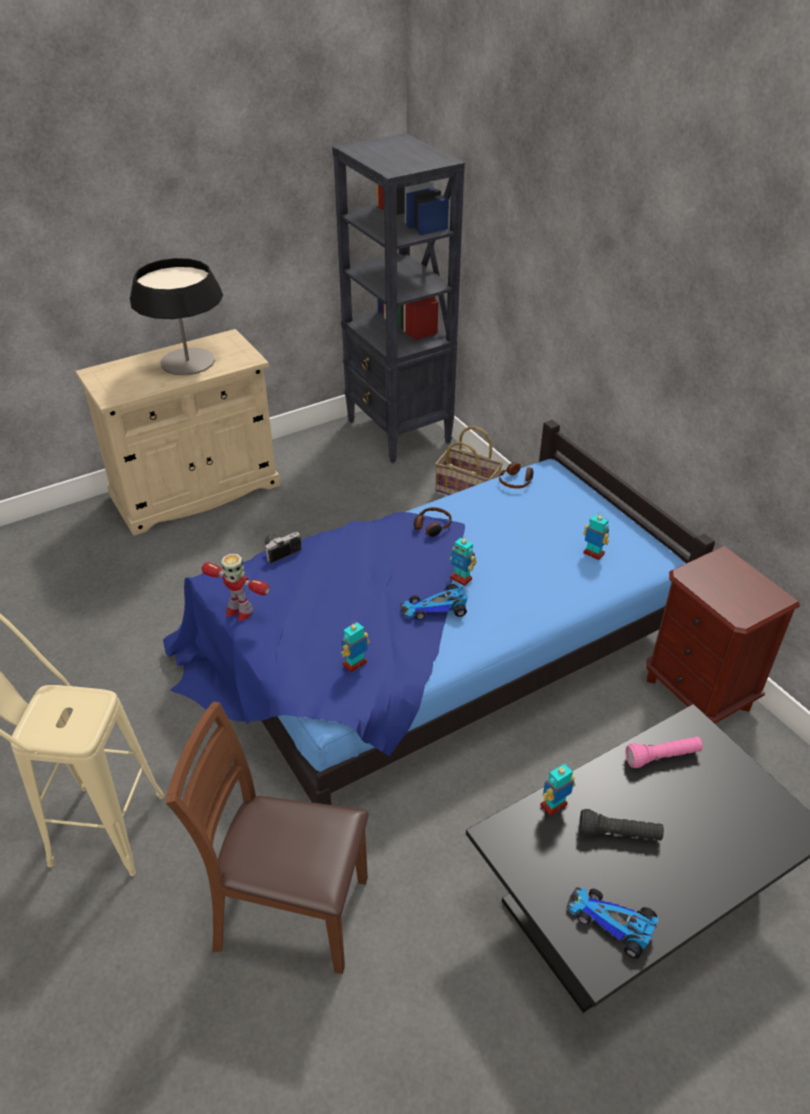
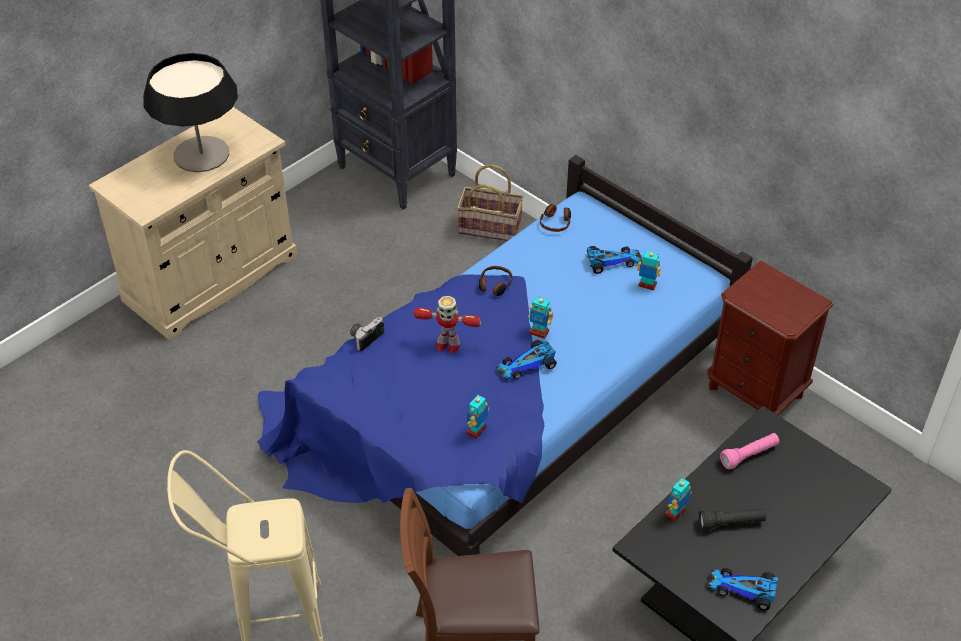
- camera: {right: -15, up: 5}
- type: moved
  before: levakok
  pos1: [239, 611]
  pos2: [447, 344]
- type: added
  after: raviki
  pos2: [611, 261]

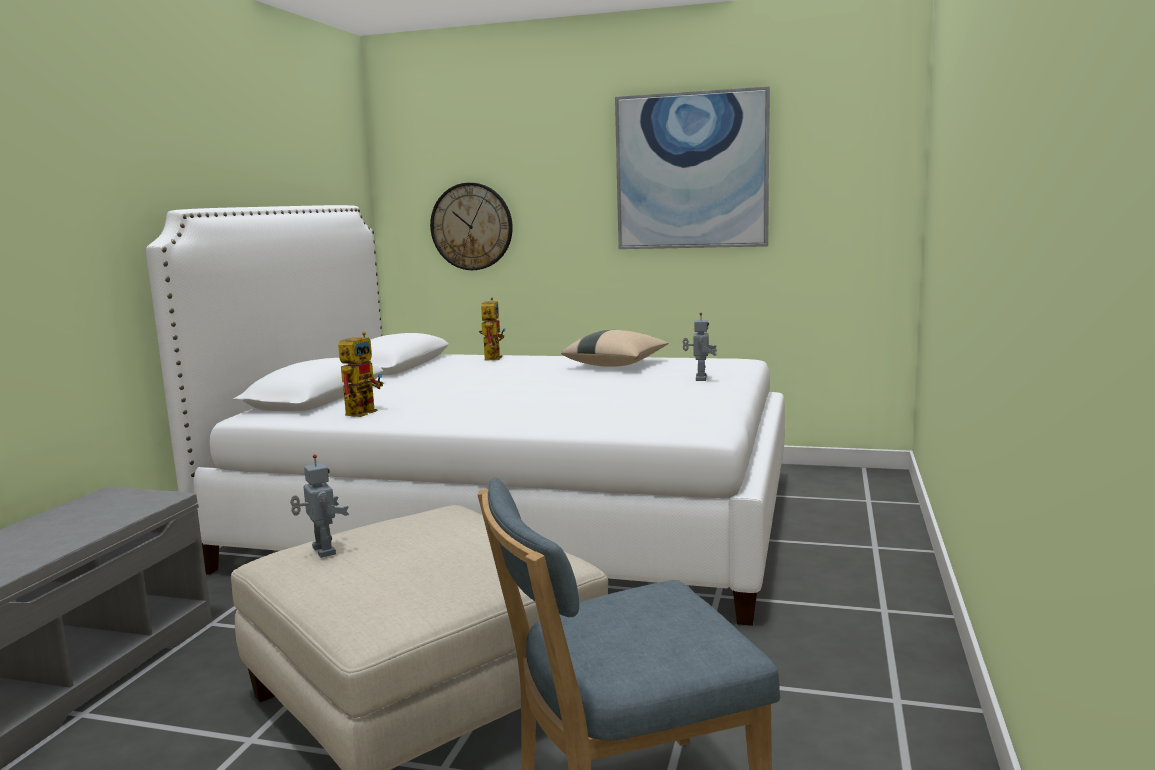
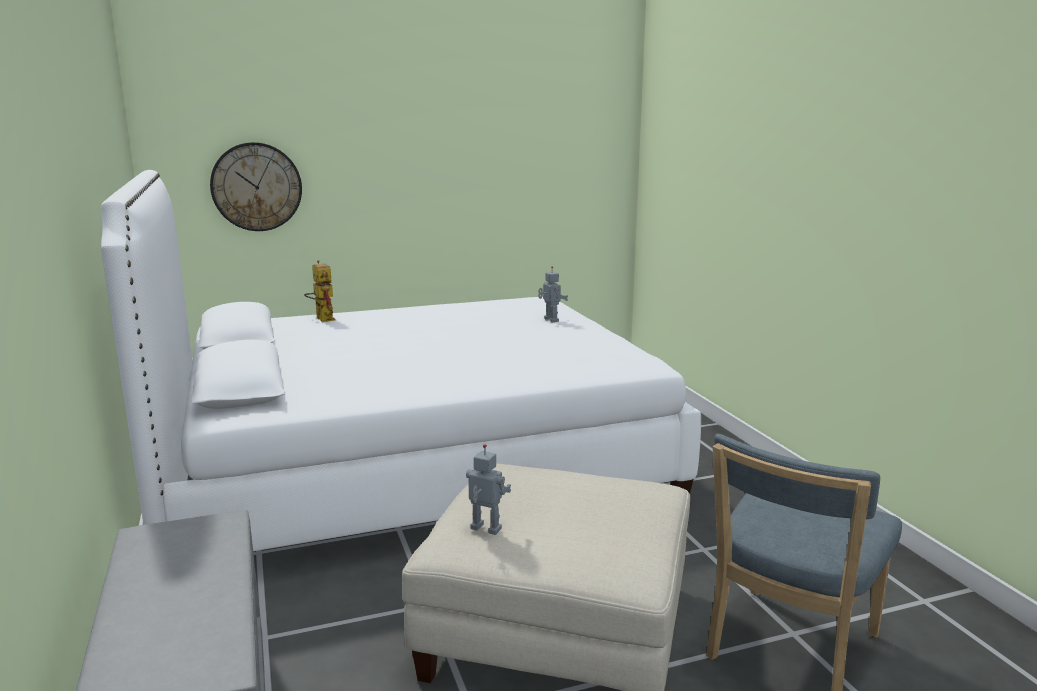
- camera: {right: -35, up: 5}
- type: removed
  before: levakok
  pos1: [363, 411]
- type: removed
  before: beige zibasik
  pos1: [616, 365]
- type: removed
  before: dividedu
  pos1: [691, 171]

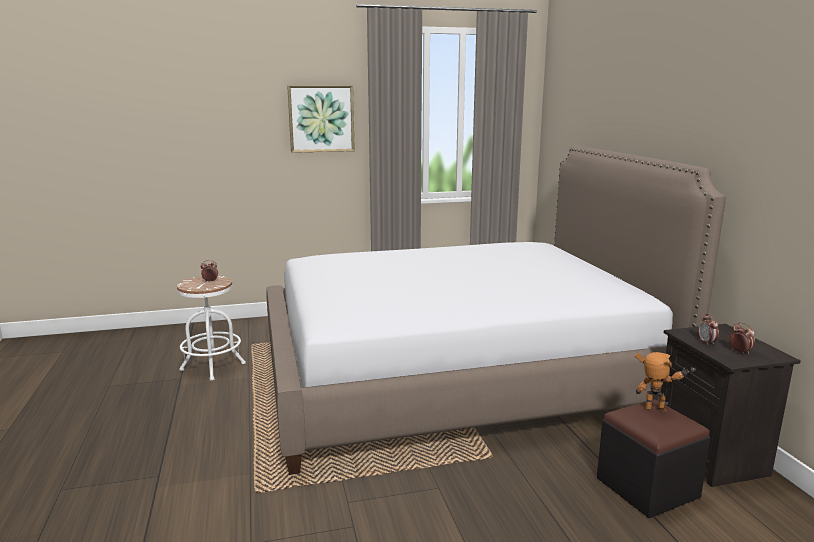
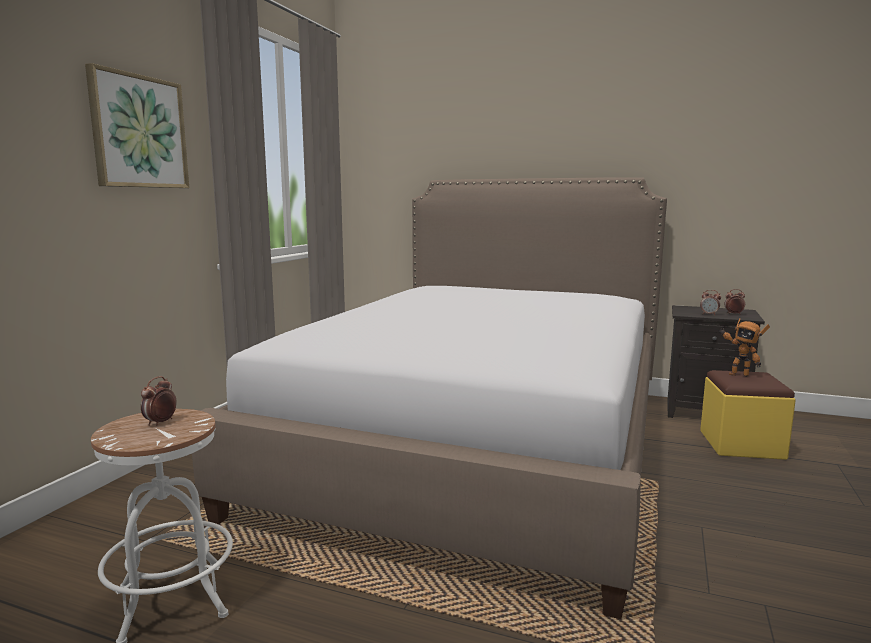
- camera: {right: -55, up: -5}
- type: recoloured
  before: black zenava
  after: yellow zenava
  pos1: [647, 488]
  pos2: [741, 445]
- type: turned
  before: levakok
  pos1: [656, 411]
  pos2: [738, 374]
  turn: -120

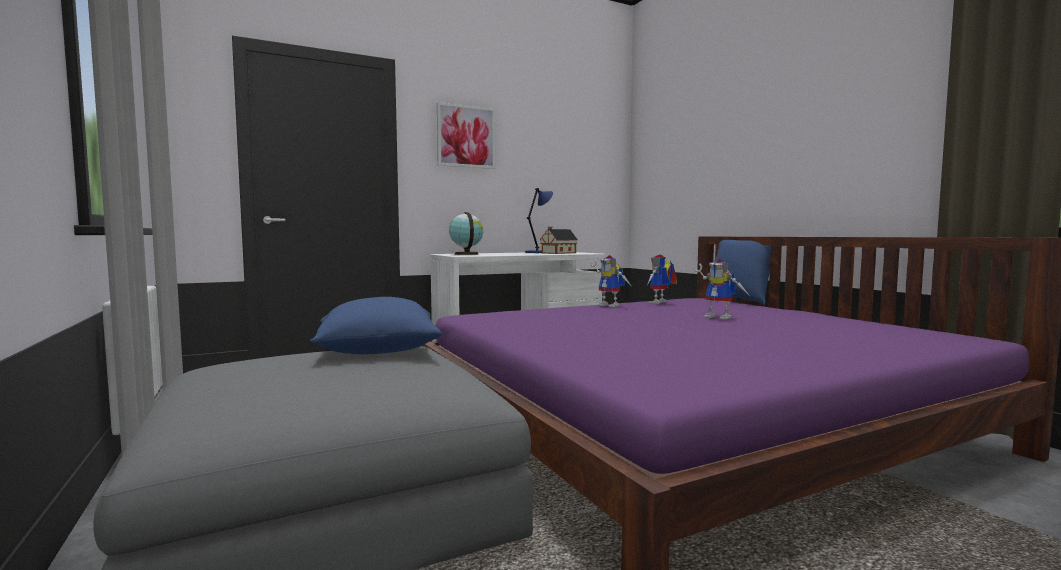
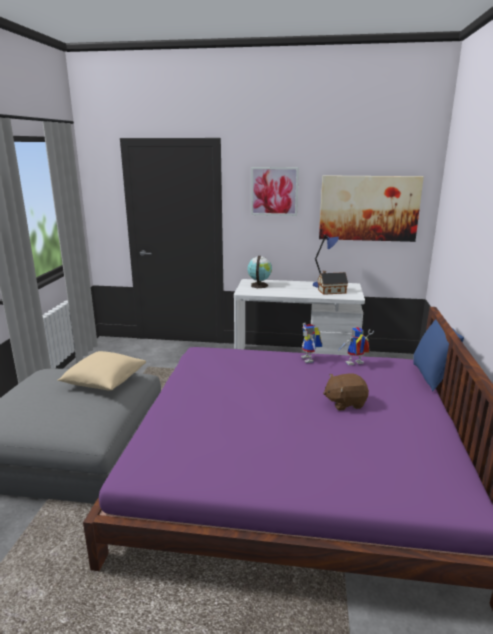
- camera: {right: 35, up: 15}
- type: recoloured
  before: blue zibasik
  after: beige zibasik
  pos1: [377, 351]
  pos2: [104, 382]
- type: added
  after: dividedu
  pos2: [368, 208]
- type: replaced
  before: levakok
  after: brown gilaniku
  pos1: [721, 317]
  pos2: [345, 403]

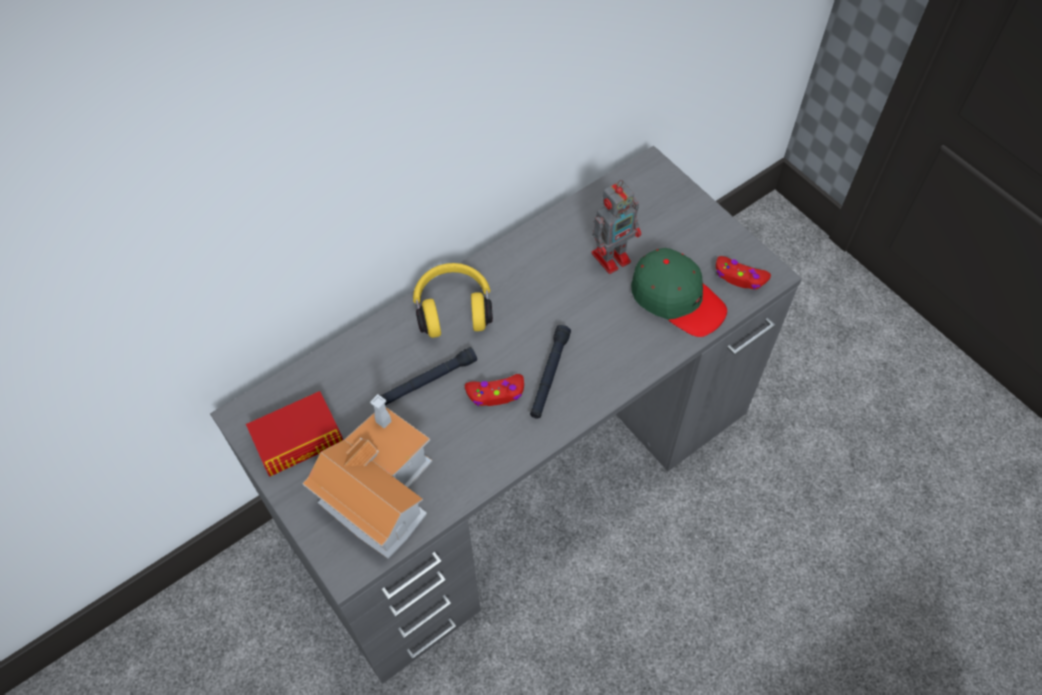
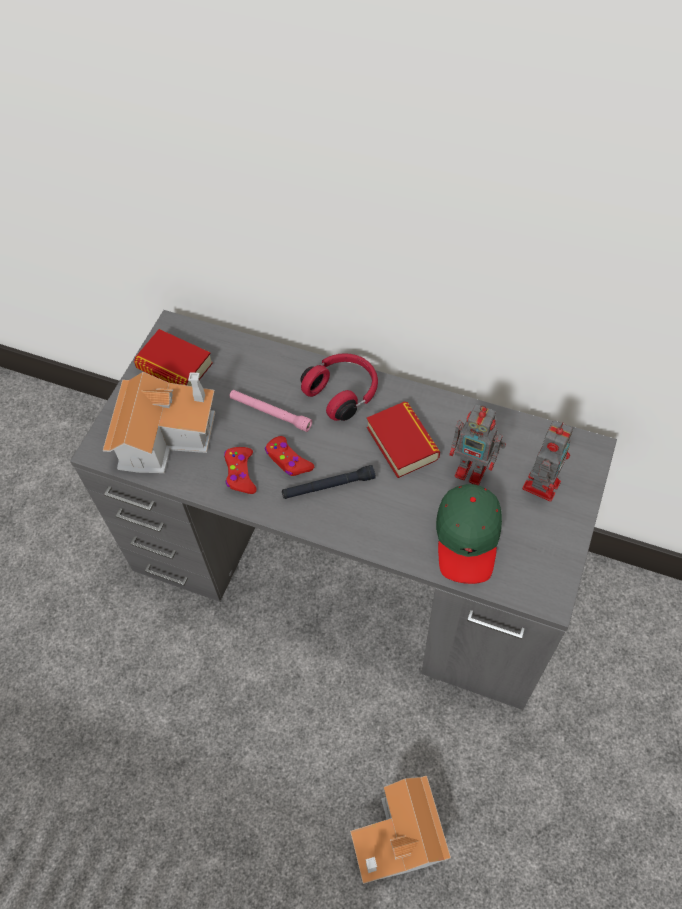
- camera: {right: 60, up: 0}
- type: moved
  before: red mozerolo
  pos1: [740, 277]
  pos2: [240, 473]
- type: recoloured
  before: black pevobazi
  after: pink pevobazi
  pos1: [428, 381]
  pos2: [270, 413]
- type: recoloured
  before: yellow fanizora
  after: red fanizora
  pos1: [453, 308]
  pos2: [343, 392]
- type: added
  after: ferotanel
  pos2: [399, 840]
- type: added
  after: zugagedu
  pos2: [402, 443]
- type: added
  after: levakok
  pos2: [542, 483]

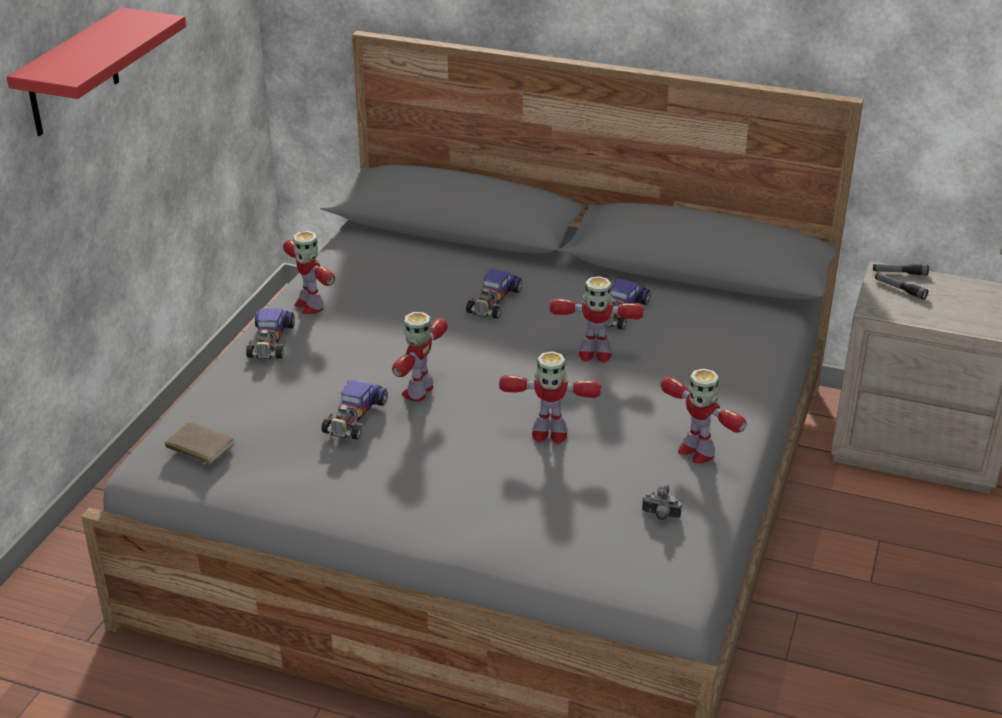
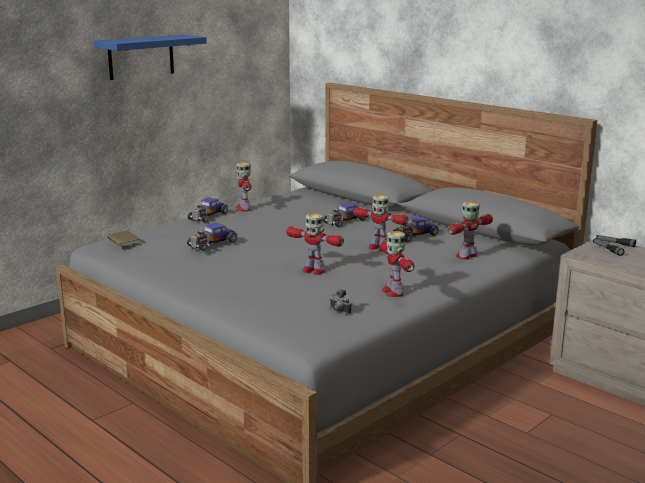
- camera: {right: 25, up: -15}
- type: recoloured
  before: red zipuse
  after: blue zipuse
  pos1: [72, 74]
  pos2: [141, 57]
- type: moved
  before: levakok
  pos1: [419, 391]
  pos2: [467, 256]

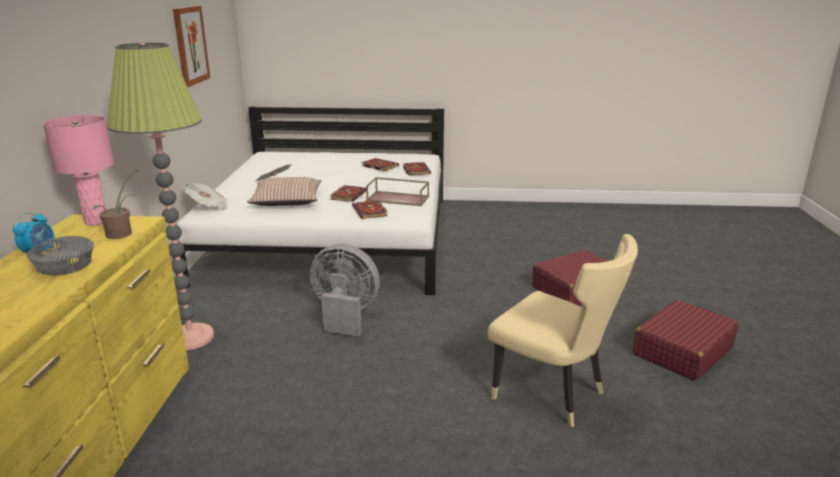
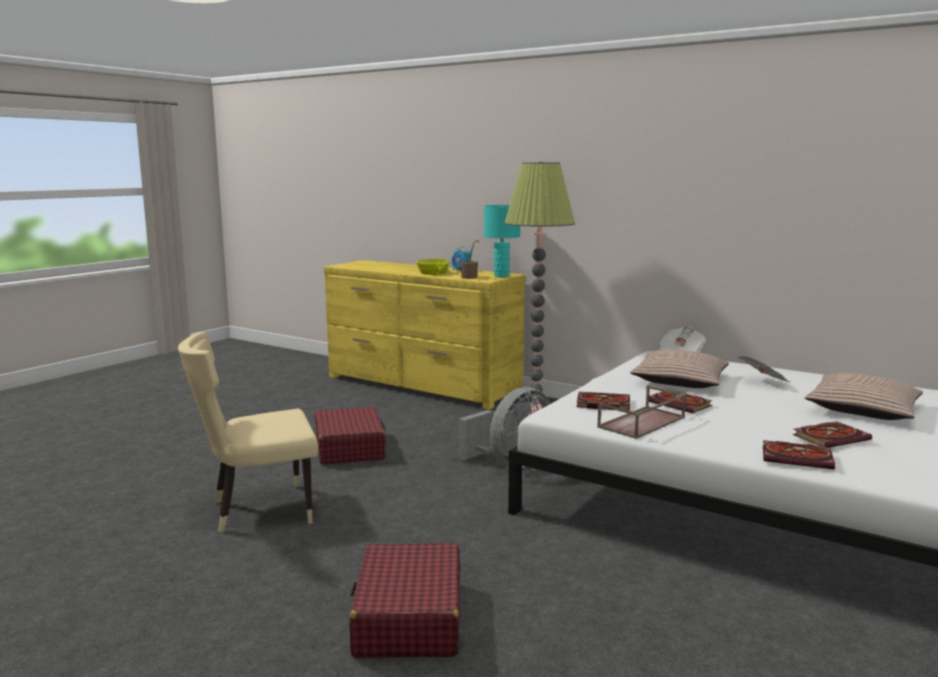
- camera: {right: 120, up: -10}
- type: moved
  before: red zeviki
  pos1: [682, 351]
  pos2: [350, 448]
- type: recoloured
  before: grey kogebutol
  after: yellow kogebutol
  pos1: [64, 266]
  pos2: [433, 272]
- type: recoloured
  before: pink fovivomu
  after: turquoise fovivomu
  pos1: [96, 221]
  pos2: [501, 276]
- type: added
  after: zibasik
  pos2: [863, 409]
- type: removed
  before: dividedu
  pos1: [190, 45]

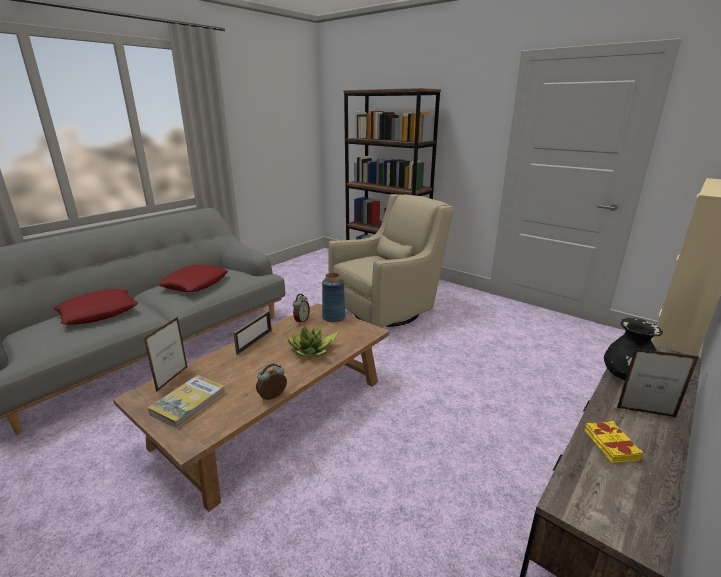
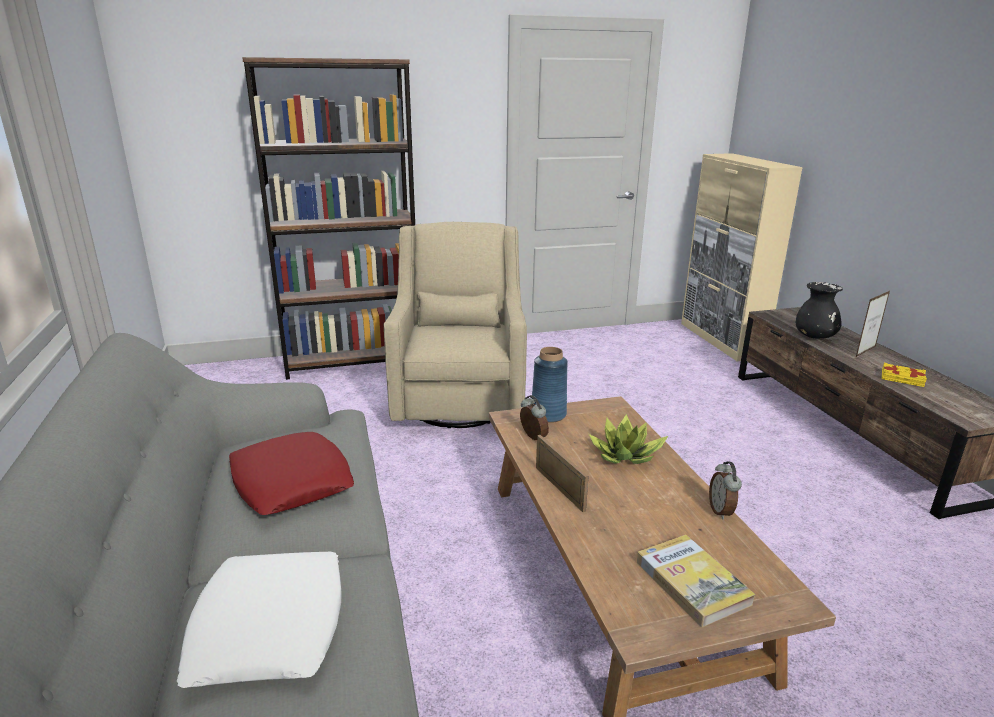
- camera: {right: -55, up: 0}
- type: recoloured
  before: red zibasik
  after: white zibasik
  pos1: [99, 312]
  pos2: [269, 626]
- type: removed
  before: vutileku
  pos1: [172, 379]

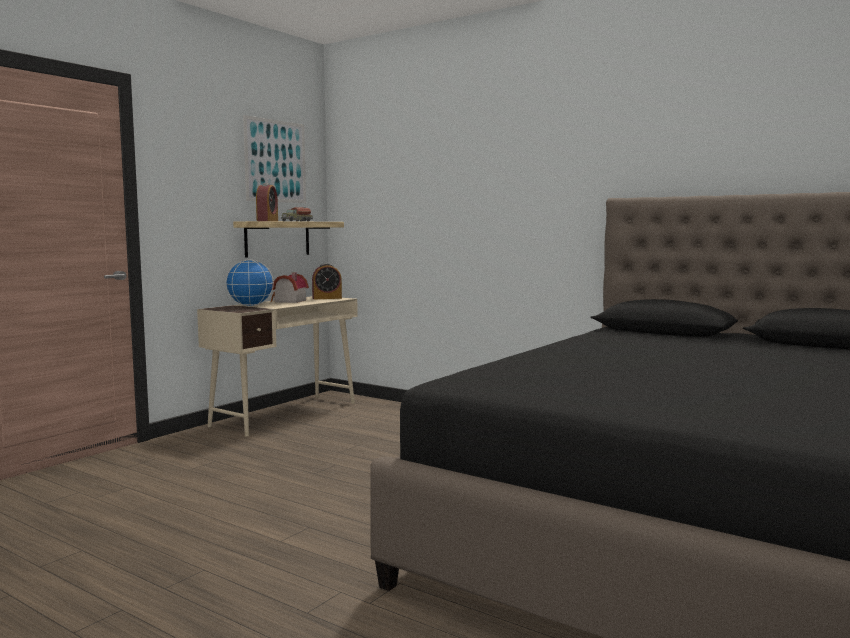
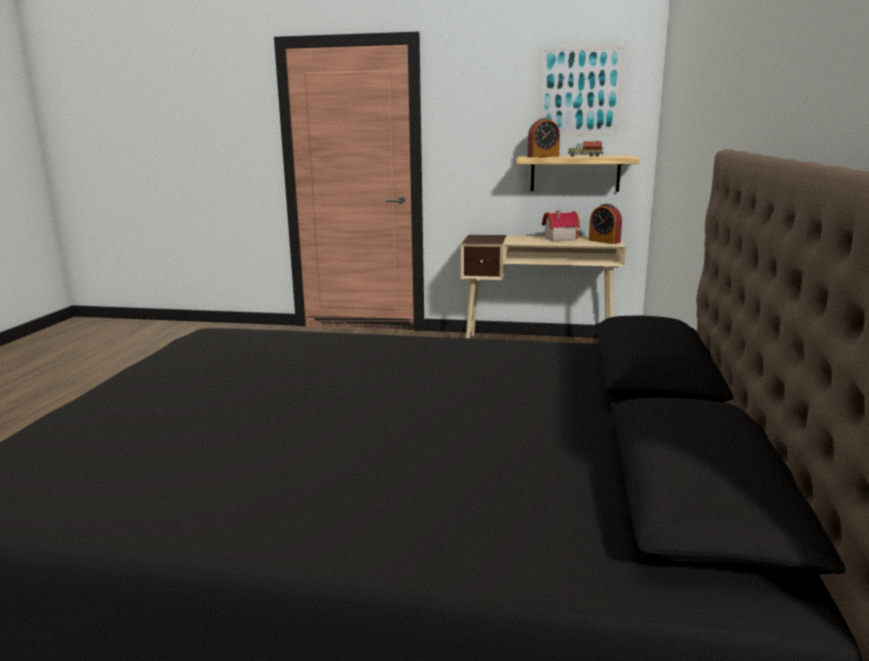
- camera: {right: 65, up: 10}
- type: removed
  before: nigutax
  pos1: [250, 306]

